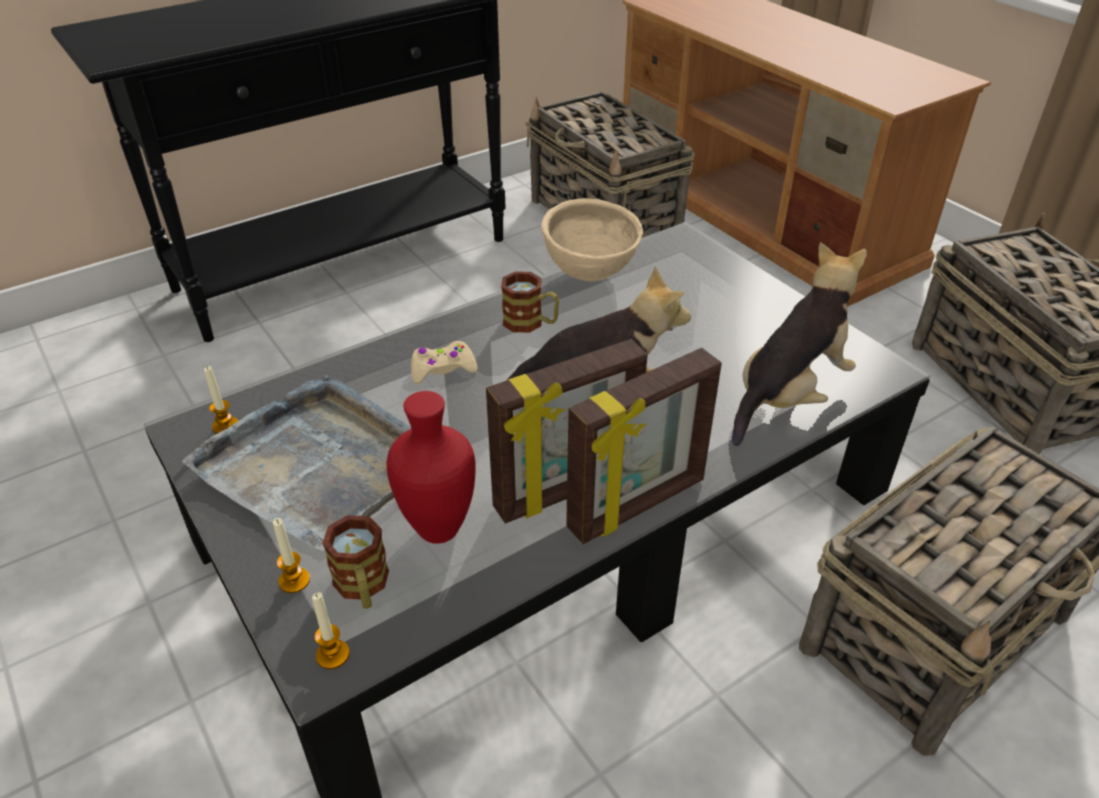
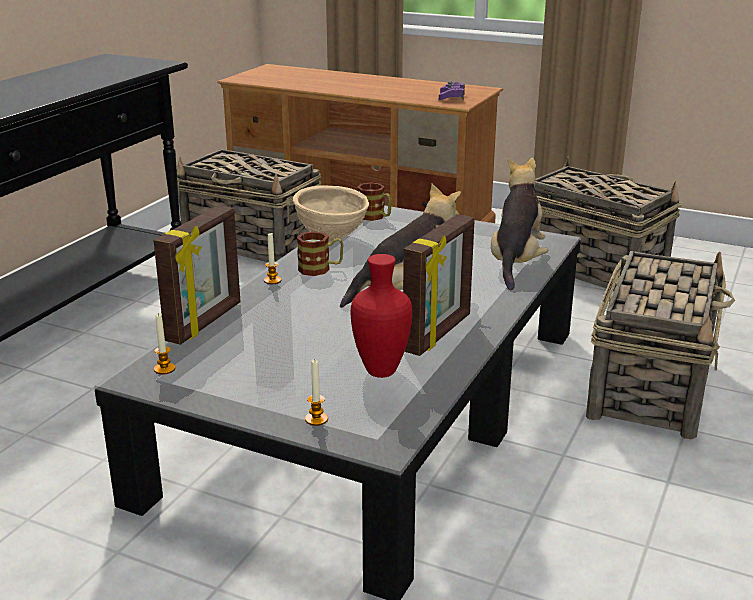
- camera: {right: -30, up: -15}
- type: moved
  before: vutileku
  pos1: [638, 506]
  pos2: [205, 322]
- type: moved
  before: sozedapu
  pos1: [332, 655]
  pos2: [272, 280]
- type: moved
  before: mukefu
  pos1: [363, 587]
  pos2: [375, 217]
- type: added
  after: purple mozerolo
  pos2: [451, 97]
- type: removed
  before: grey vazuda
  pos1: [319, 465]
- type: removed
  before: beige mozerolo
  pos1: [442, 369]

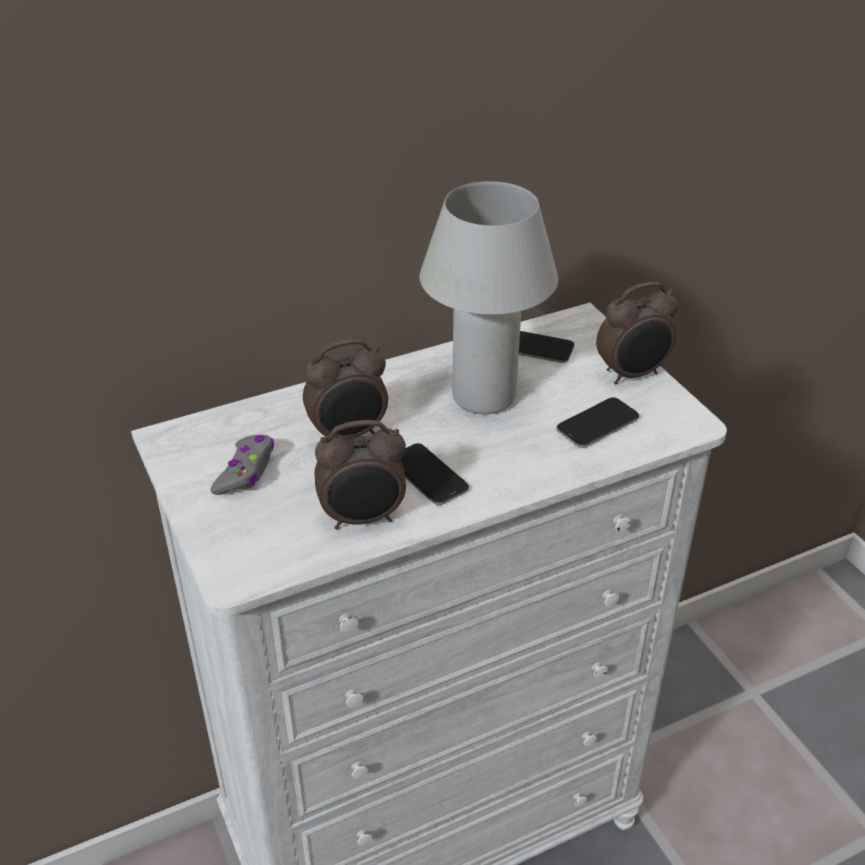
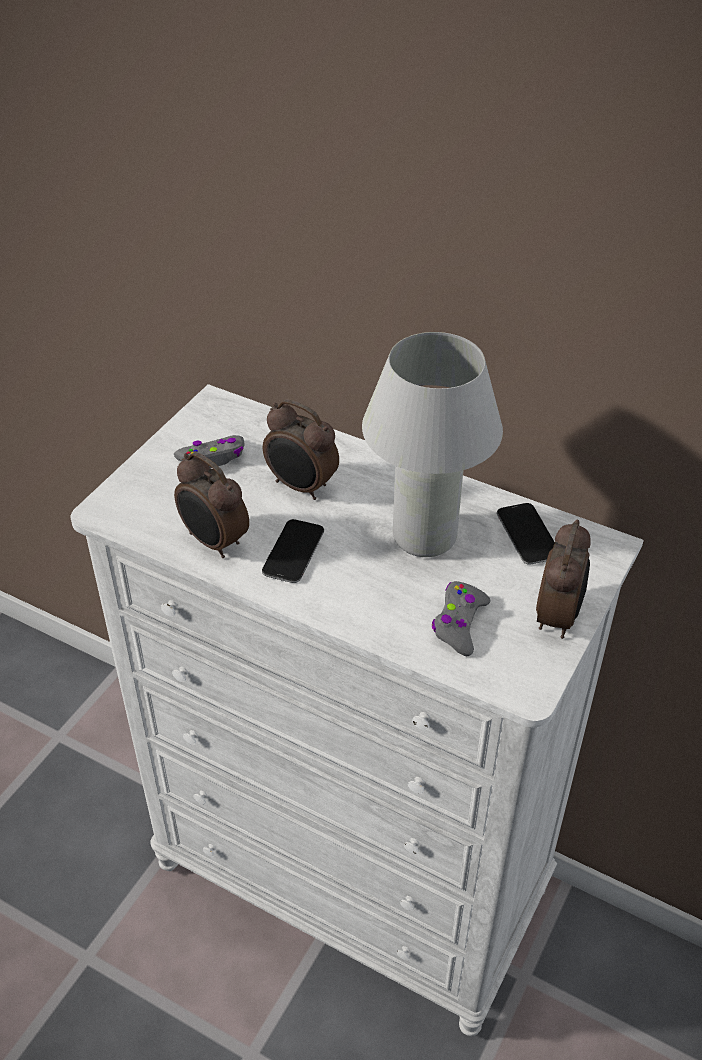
- camera: {right: 55, up: 5}
- type: replaced
  before: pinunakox
  after: grey mozerolo
  pos1: [597, 424]
  pos2: [459, 624]
- type: turned
  before: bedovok
  pos1: [632, 374]
  pos2: [558, 617]
  turn: -105

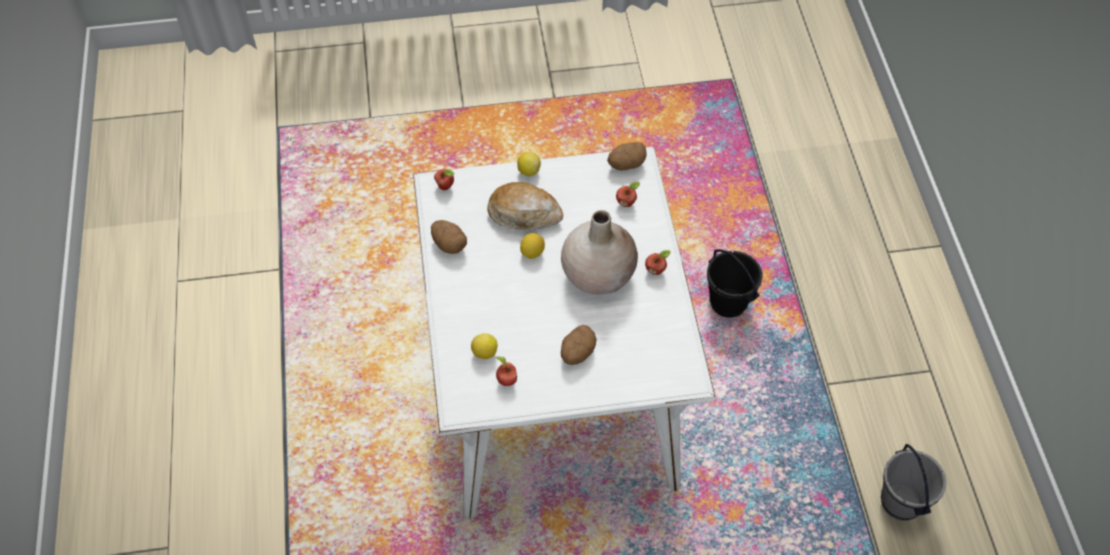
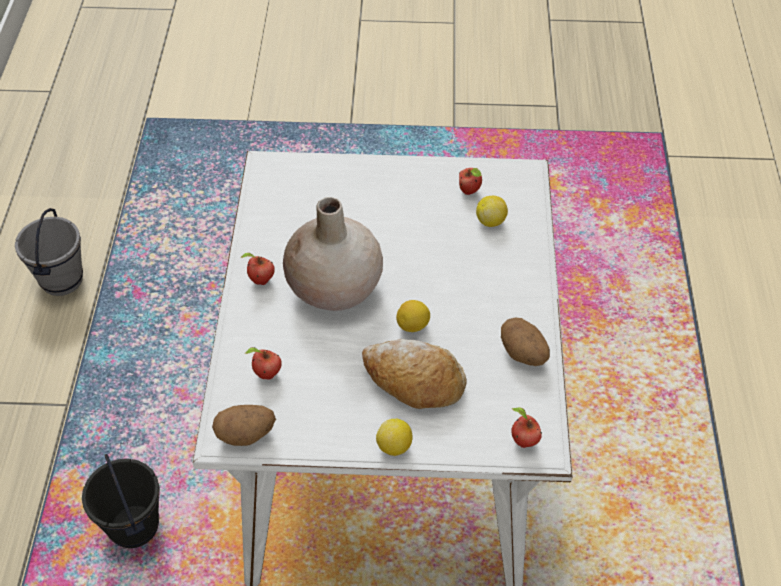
- camera: {right: -170, up: -5}
- type: removed
  before: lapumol
  pos1: [577, 353]

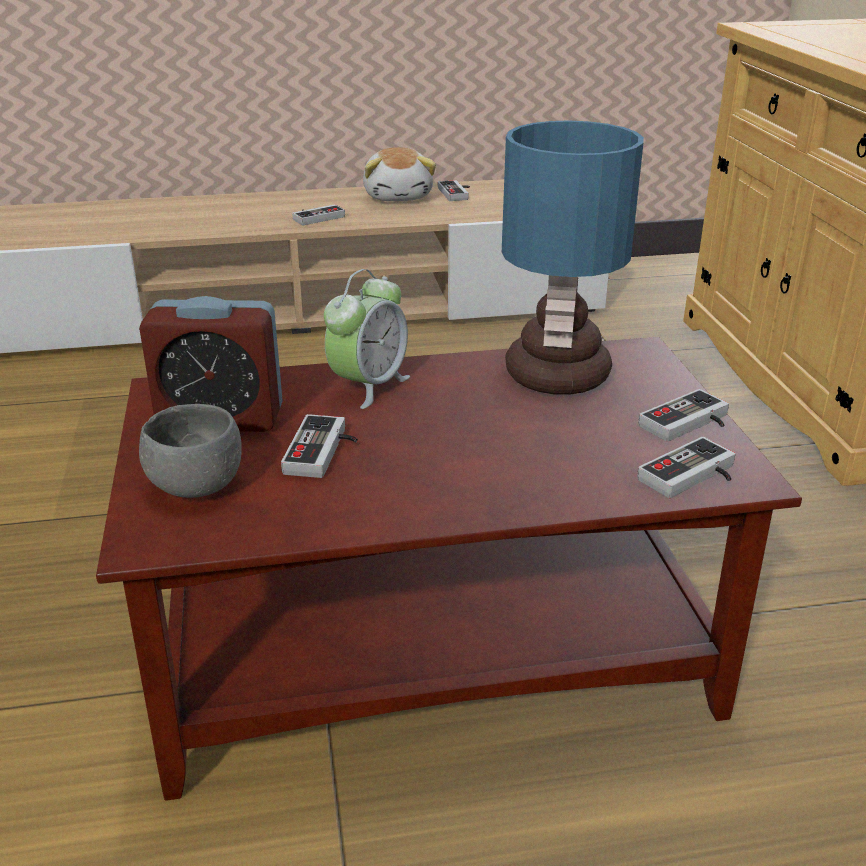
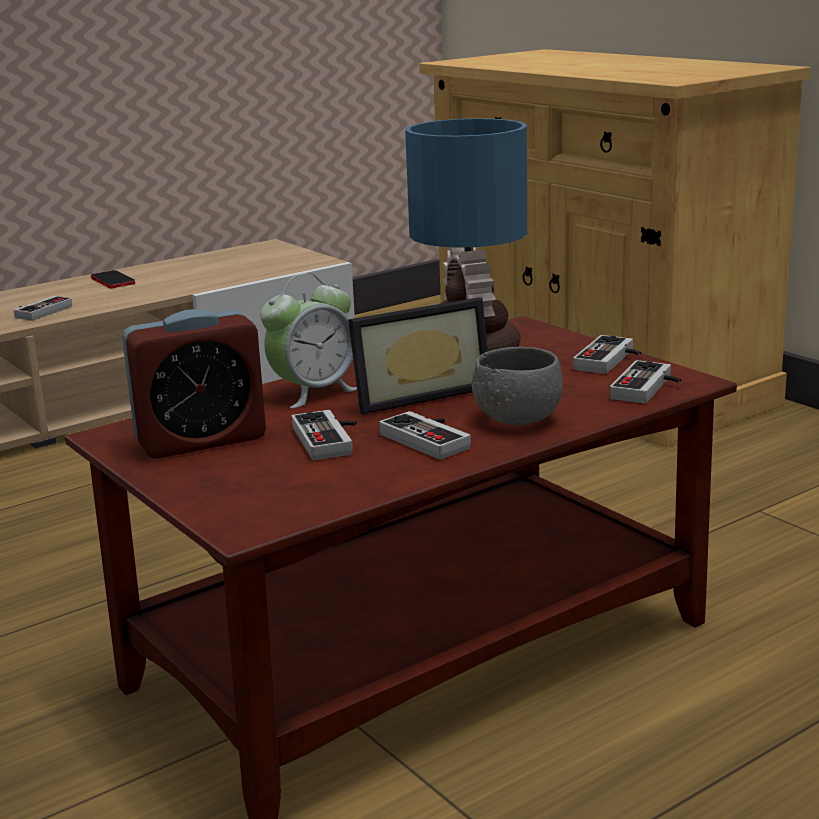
- camera: {right: -25, up: -10}
- type: replaced
  before: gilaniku
  after: pinunakox
  pos1: [399, 196]
  pos2: [113, 281]
- type: turned
  before: bedovok
  pos1: [368, 386]
  pos2: [313, 392]
  turn: 45
- type: added
  after: vutileku
  pos2: [417, 394]
- type: moved
  before: mozerolo
  pos1: [457, 193]
  pos2: [432, 438]
- type: moved
  before: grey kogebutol
  pos1: [196, 485]
  pos2: [517, 419]

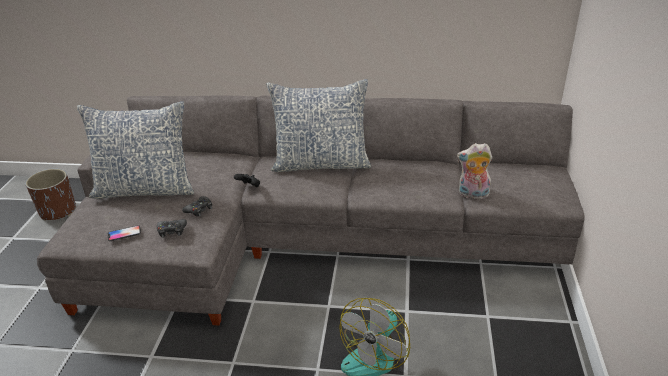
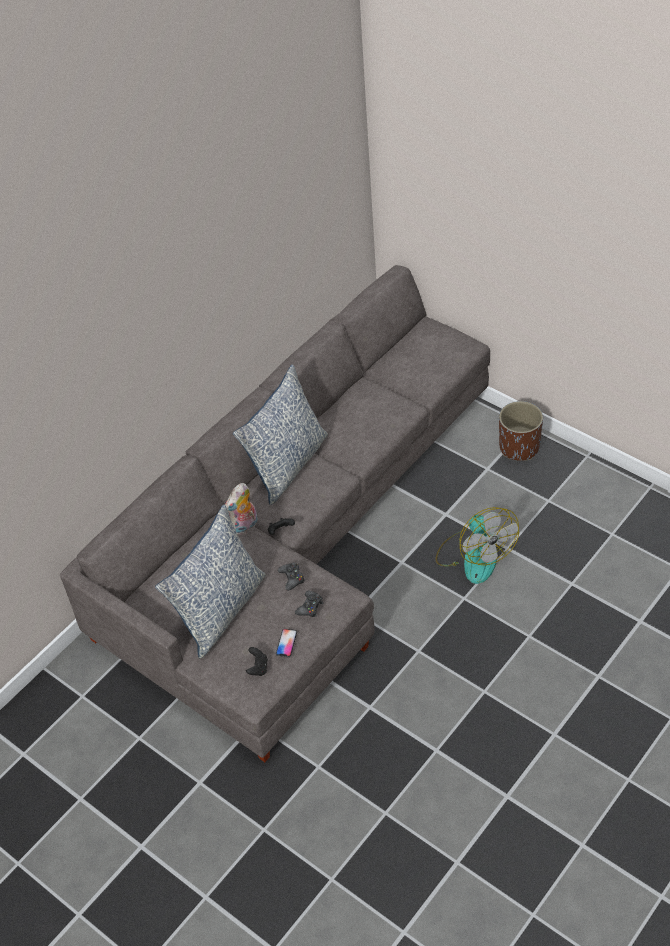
- camera: {right: -55, up: 15}
- type: moved
  before: gilaniku
  pos1: [472, 195]
  pos2: [245, 526]
- type: added
  after: black mozerolo
  pos2: [258, 668]
- type: moved
  before: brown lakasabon
  pos1: [58, 211]
  pos2: [519, 447]

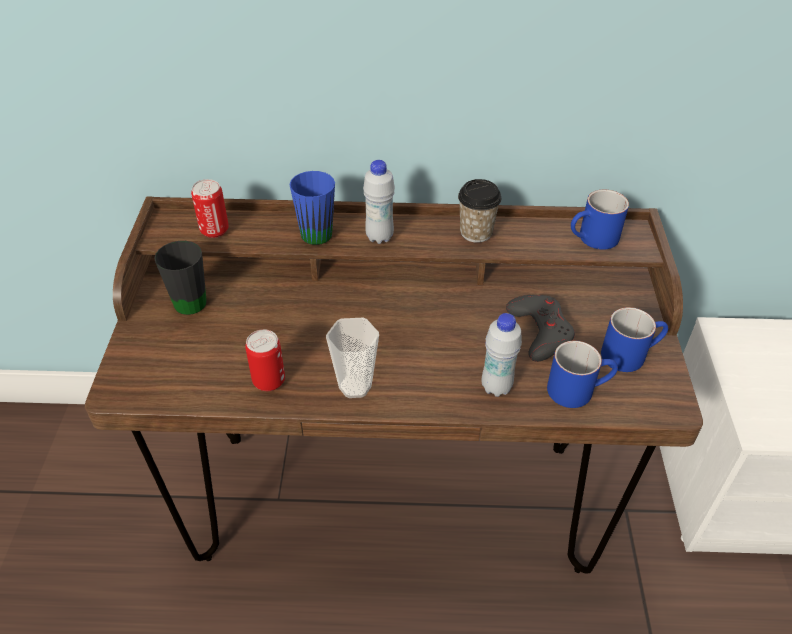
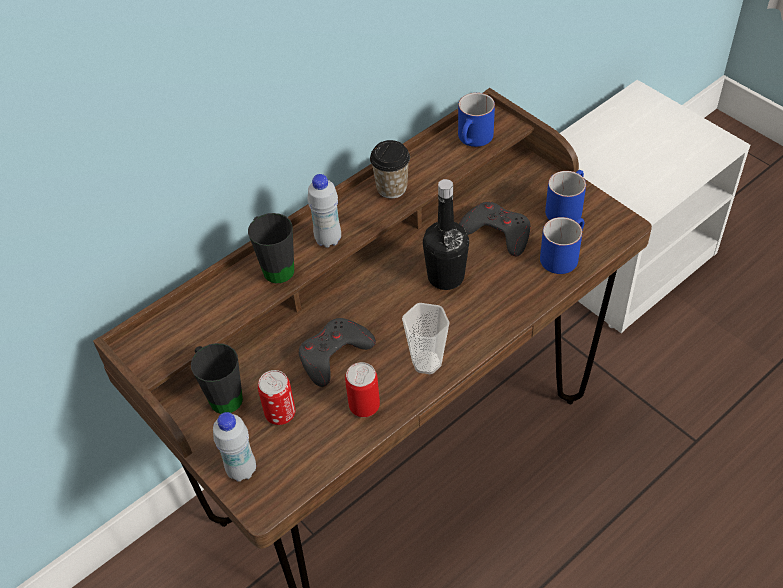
- camera: {right: -40, up: 5}
- type: moved
  before: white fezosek
  pos1: [496, 387]
  pos2: [242, 470]
- type: recoloured
  before: blue mukefu
  after: black mukefu
  pos1: [319, 229]
  pos2: [274, 266]
- type: moved
  before: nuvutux
  pos1: [214, 230]
  pos2: [280, 414]
- type: added
  after: grey mozerolo
  pos2: [334, 354]
- type: added
  after: black fezosek
  pos2: [446, 277]

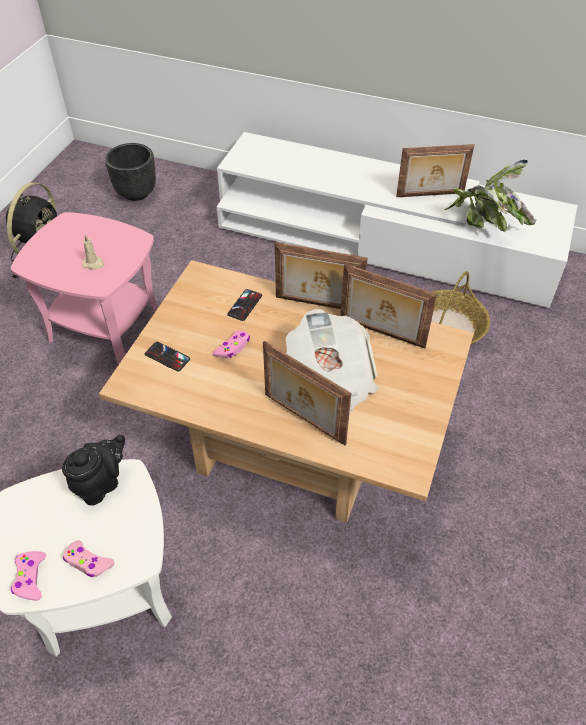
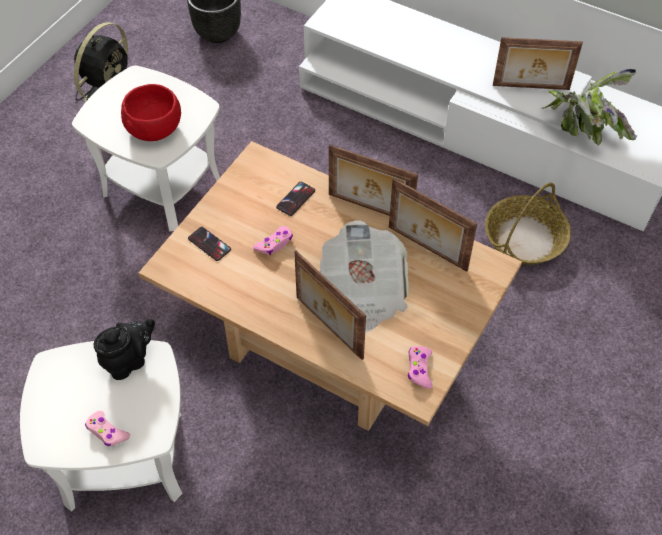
- camera: {right: 10, up: 5}
- type: recoloured
  before: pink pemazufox
  after: white pemazufox
  pos1: [105, 325]
  pos2: [162, 186]
- type: replaced
  before: beige sozedapu
  after: red kogebutol
  pos1: [94, 264]
  pos2: [154, 129]
- type: moved
  before: pink mozerolo
  pos1: [30, 578]
  pos2: [419, 369]

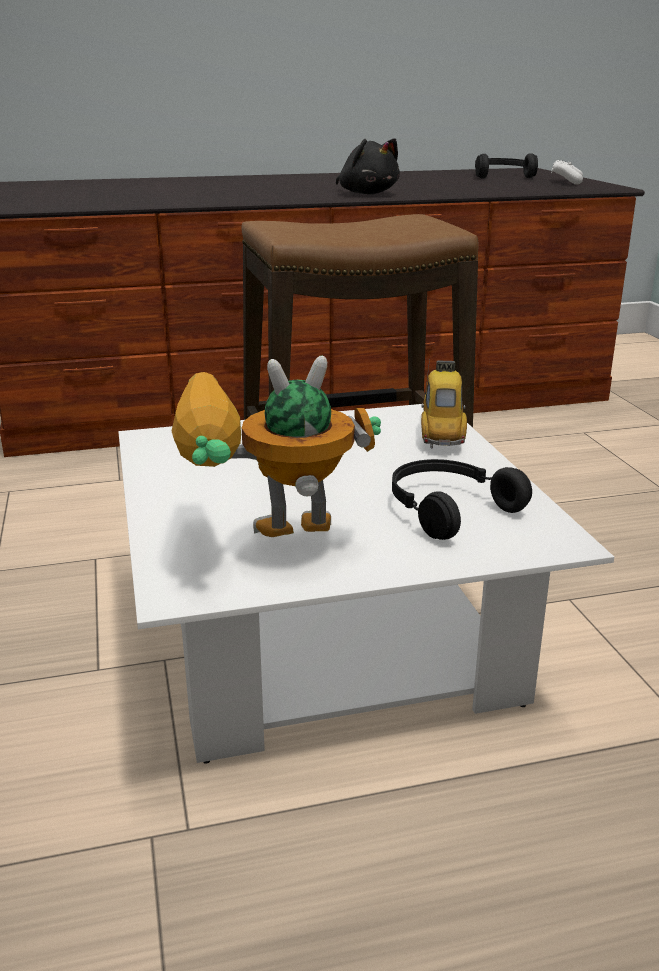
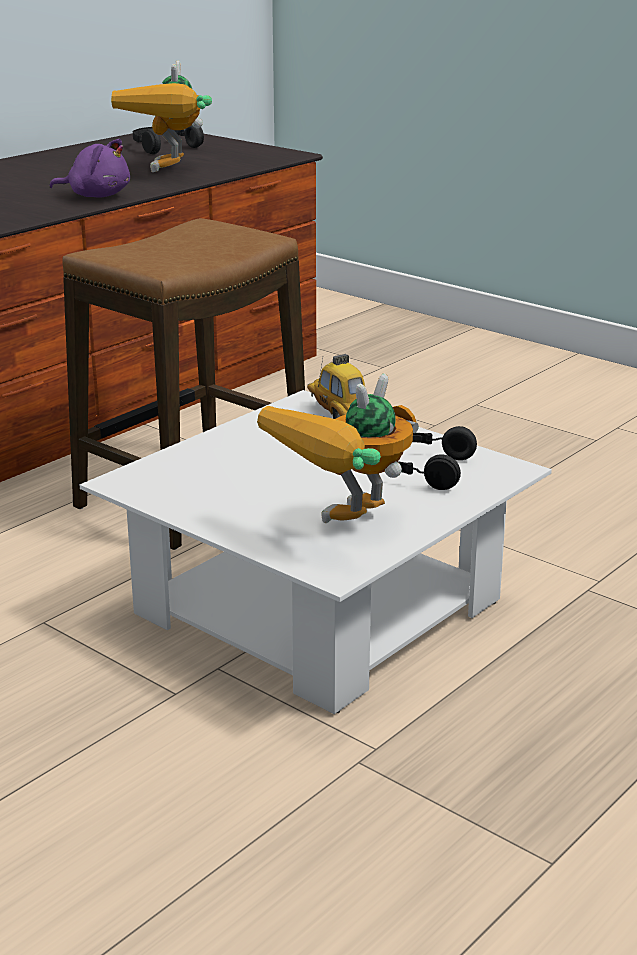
- camera: {right: -35, up: 0}
- type: recoloured
  before: black gilaniku
  after: purple gilaniku
  pos1: [367, 193]
  pos2: [96, 196]
- type: added
  after: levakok
  pos2: [172, 172]
- type: removed
  before: white mozerolo
  pos1: [566, 182]

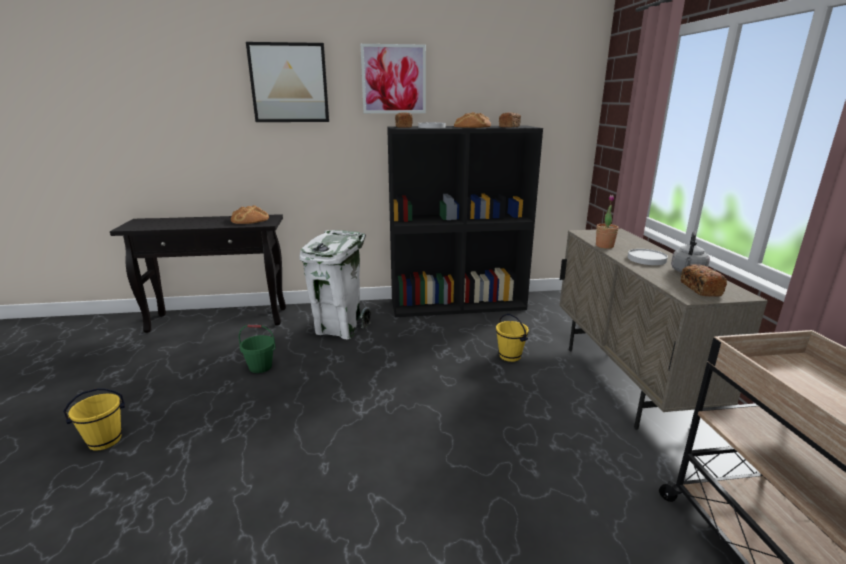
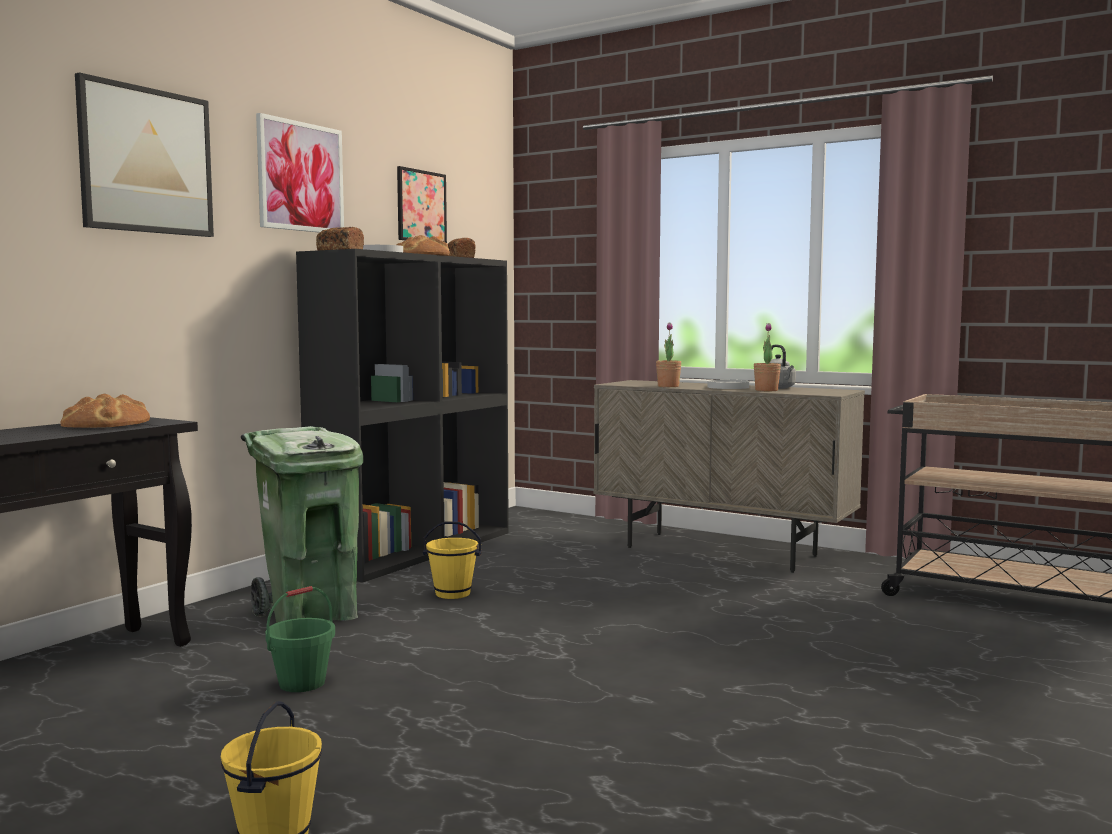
- camera: {right: -50, up: -15}
- type: recoloured
  before: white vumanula
  after: green vumanula
  pos1: [339, 328]
  pos2: [310, 615]
- type: added
  after: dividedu
  pos2: [421, 206]
- type: moved
  before: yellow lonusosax
  pos1: [510, 356]
  pos2: [453, 593]
- type: added
  after: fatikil
  pos2: [766, 390]
- type: removed
  before: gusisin
  pos1: [700, 289]

